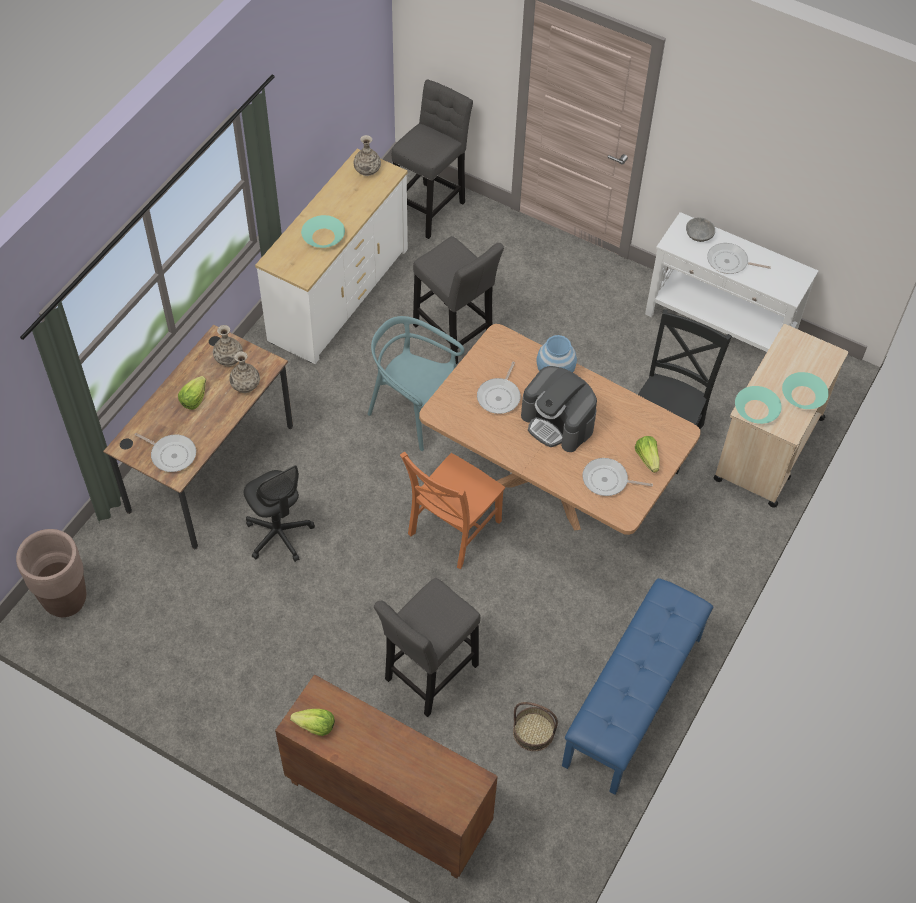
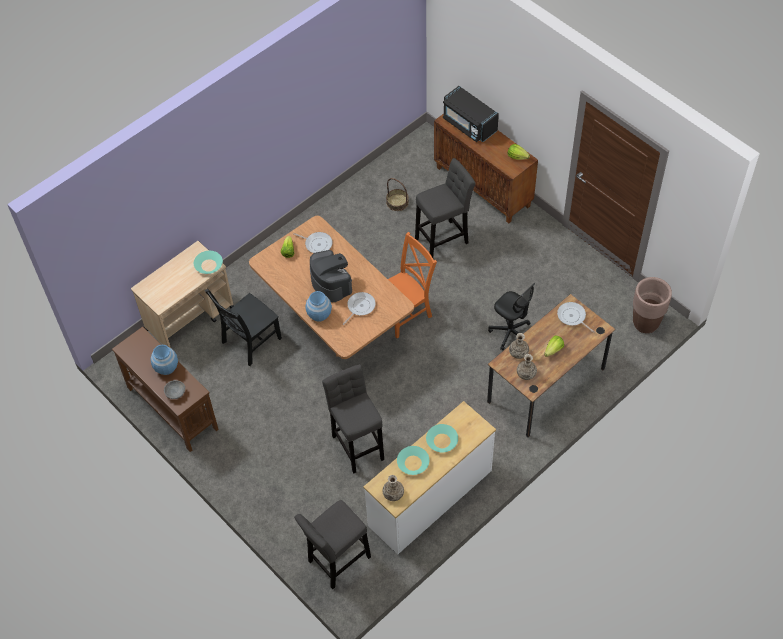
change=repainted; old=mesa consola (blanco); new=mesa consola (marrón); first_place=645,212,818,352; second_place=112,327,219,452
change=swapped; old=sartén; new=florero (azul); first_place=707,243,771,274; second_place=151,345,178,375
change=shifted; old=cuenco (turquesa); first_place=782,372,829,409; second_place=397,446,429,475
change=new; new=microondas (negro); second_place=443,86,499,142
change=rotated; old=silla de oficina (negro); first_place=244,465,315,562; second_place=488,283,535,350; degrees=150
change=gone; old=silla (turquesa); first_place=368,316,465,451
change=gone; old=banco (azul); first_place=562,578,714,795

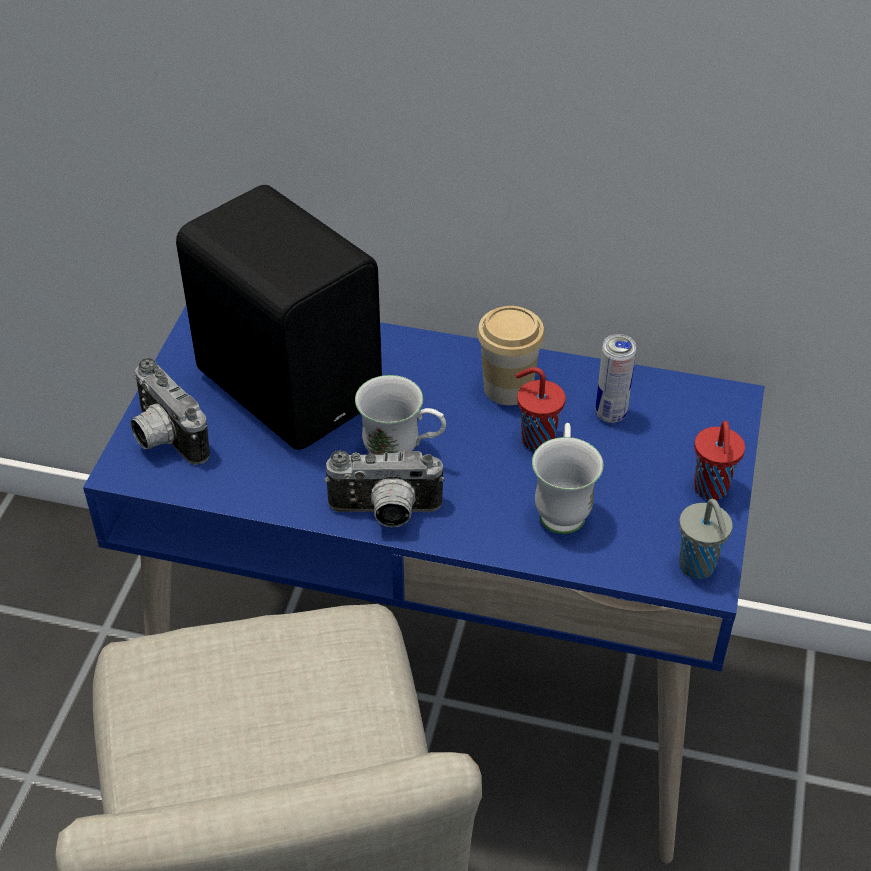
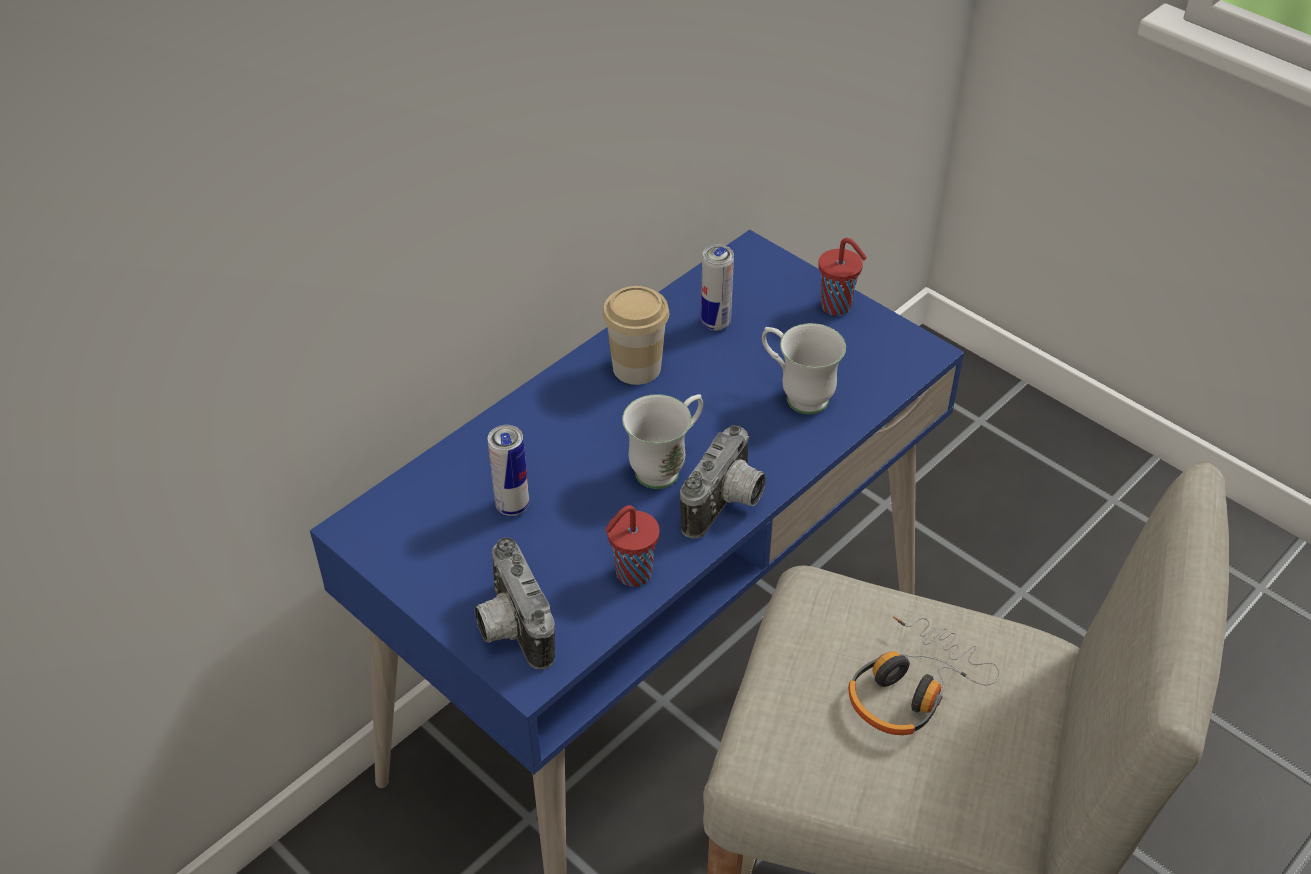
change=rotated; old=cámara; first_place=130,358,210,465; second_place=475,538,555,669; degrees=75
change=swapped; old=altavoz (negro); new=lata; first_place=176,185,382,450; second_place=488,425,529,516
change=shifted; old=taza (rojo); first_place=515,367,566,451; second_place=605,505,660,587
change=new; new=auriculares; second_place=848,616,1000,735
change=gone; old=taza (gris); first_place=679,499,733,579

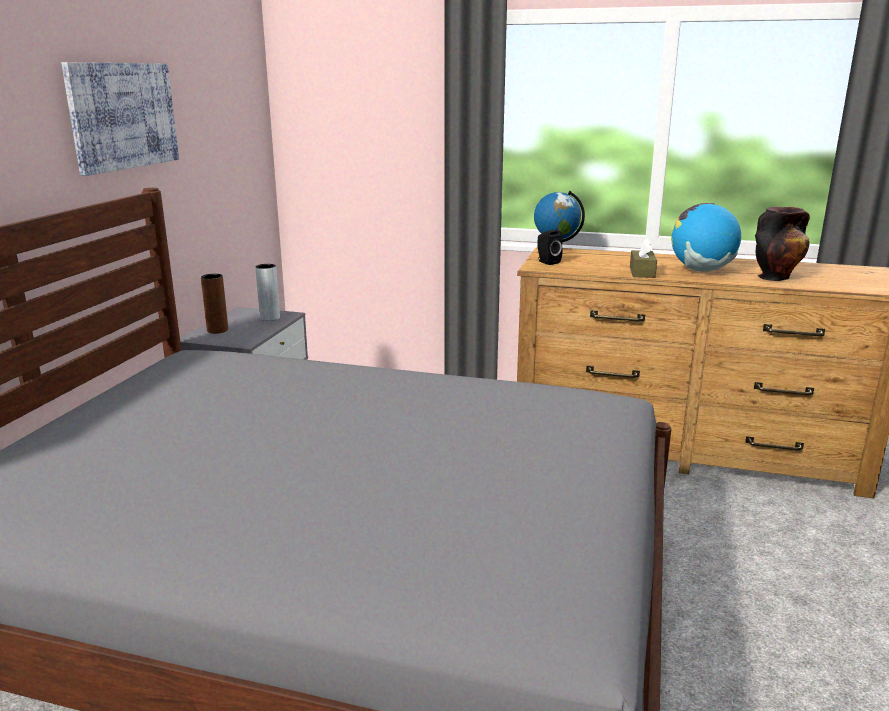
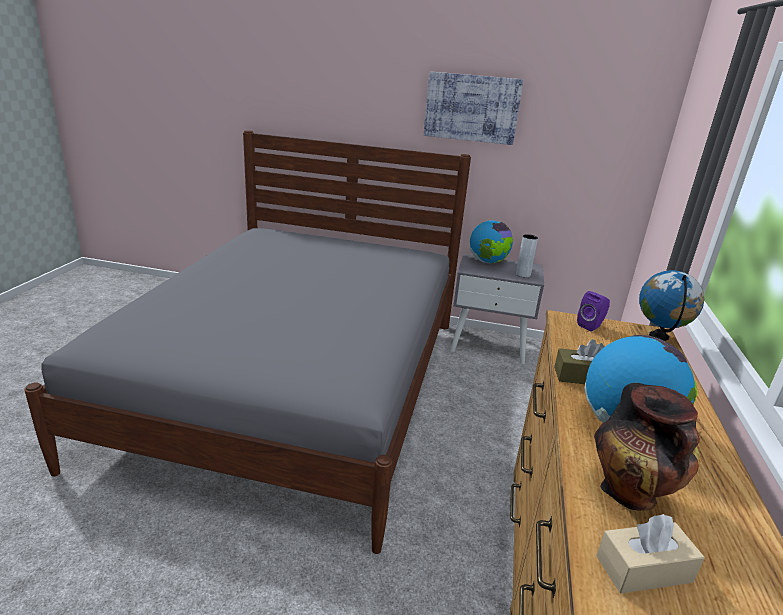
change=swapped; old=florero (marrón); new=globo terráqueo; first_place=201,274,228,334; second_place=470,220,513,263
change=repainted; old=altavoz (negro); new=altavoz (morado); first_place=537,229,563,265; second_place=577,291,610,332
change=new; new=caja de pañuelos (beis); second_place=596,514,705,593

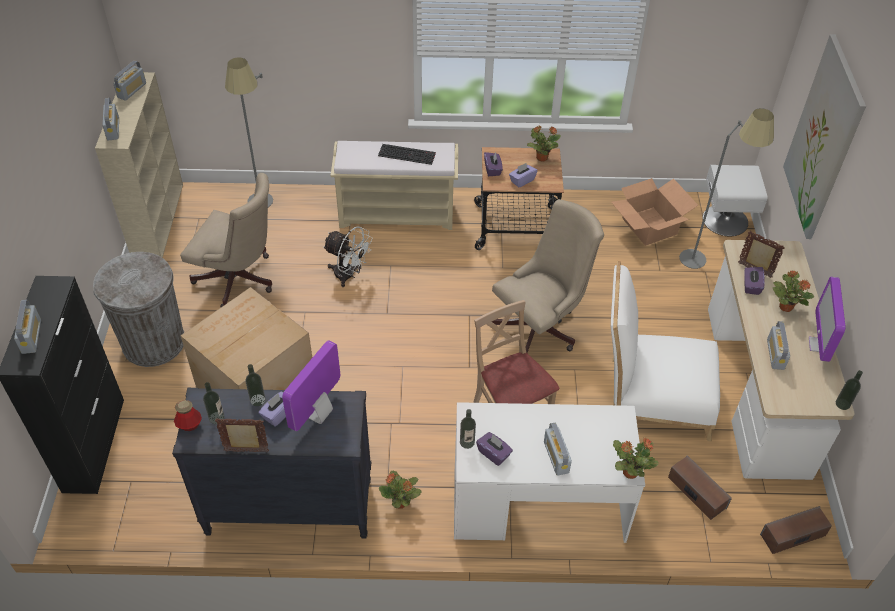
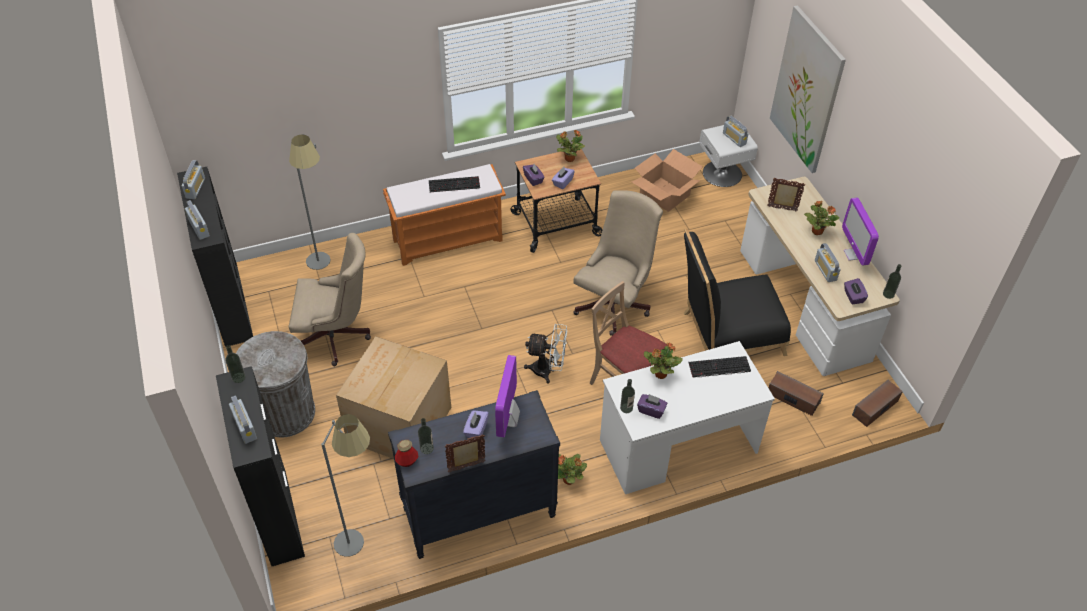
change=repainted; old=estantería (beis); new=estantería (negro); first_place=95,72,183,258; second_place=177,167,253,347
change=shifted; old=botella; first_place=246,364,265,406; second_place=225,345,246,383
change=shifted; old=lámpara de pie (gris); first_place=679,108,774,269; second_place=321,414,370,557
change=repainted; old=banco (beis); new=banco (naranja); first_place=331,141,458,230; second_place=383,164,506,266
change=shifted; old=ventilador (blanco); first_place=323,226,373,287; second_place=524,324,567,383
change=shifted; old=planta en maceta; first_place=613,438,659,479; second_place=644,343,683,379
change=repainted; old=silla (blanco); new=silla (negro); first_place=611,261,720,442; second_place=684,229,791,356
change=new; new=teclado; second_place=688,356,751,378
change=shifted; old=radio; first_place=544,423,572,476; second_place=723,115,749,147
change=shifted; old=caja de pañuelos (morado); first_place=744,267,765,295; second_place=844,278,868,305

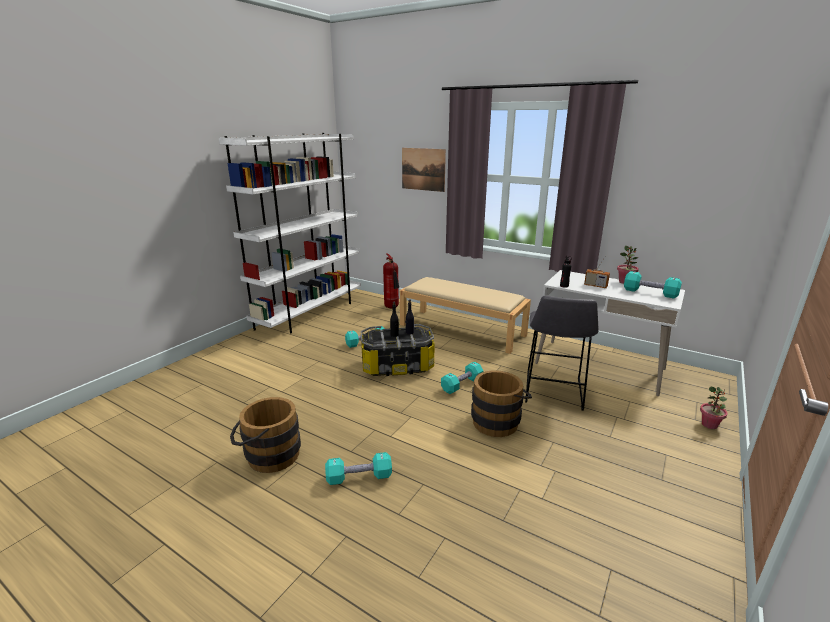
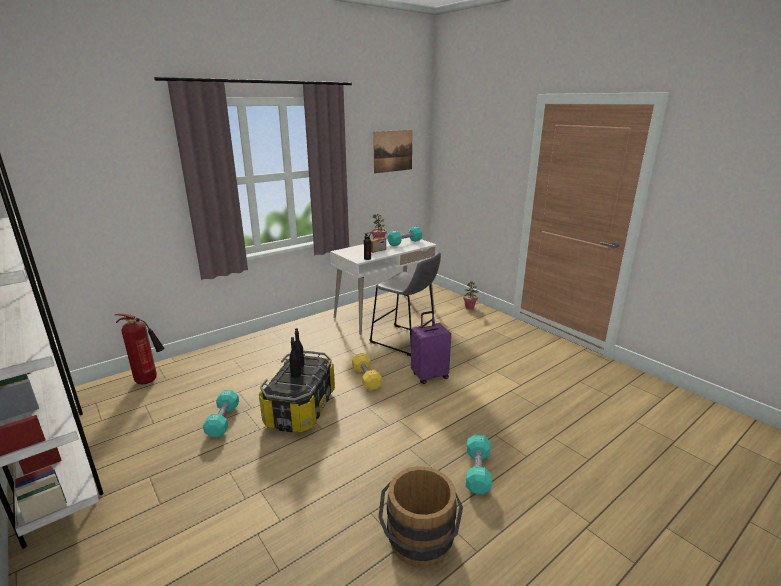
change=repainted; old=mancuerna (turquesa); new=mancuerna (amarillo); first_place=441,362,483,394; second_place=352,353,382,390
change=shifted; old=cuadro; first_place=402,148,446,192; second_place=373,130,413,174
change=swapped; old=cubo (marrón); new=maleta (morado); first_place=471,370,532,437; second_place=411,311,451,384
change=gone; old=banco (beis); first_place=400,277,531,354

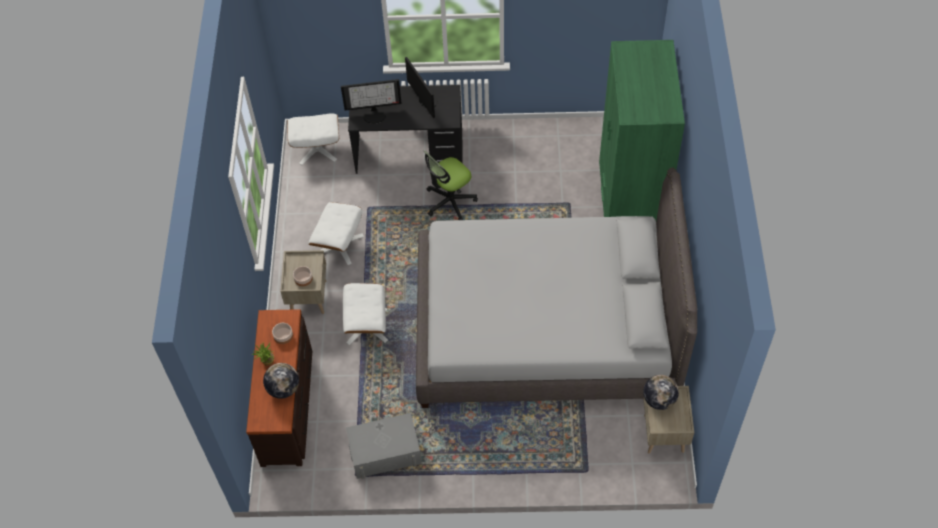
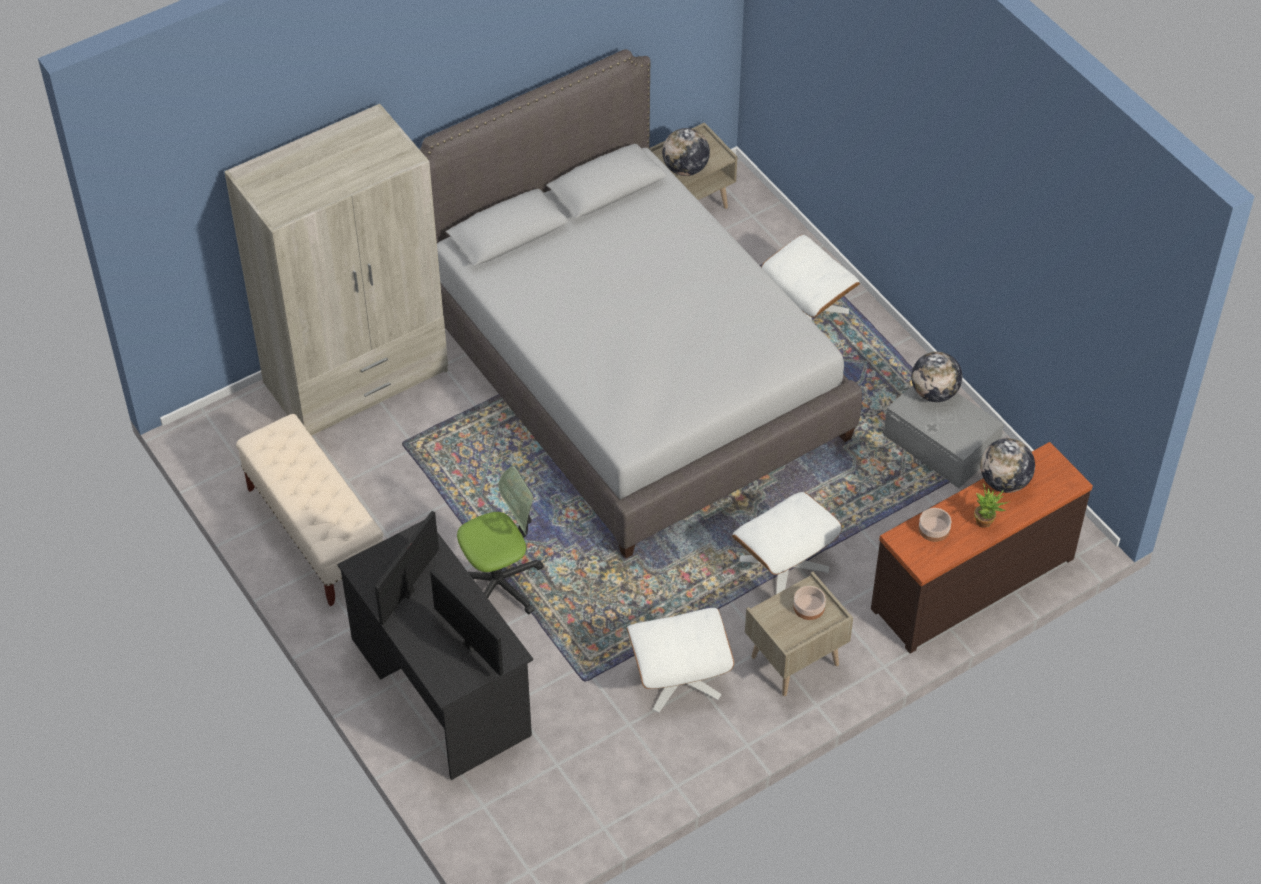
change=repainted; old=armario ropero (verde); new=armario ropero (beis); first_place=599,40,685,220; second_place=224,104,448,436
change=new; new=banco (beis); second_place=236,414,383,606
change=rotated; old=silla de oficina; first_place=424,150,478,220; second_place=457,466,544,614; degrees=-45
change=shifted; old=puf (blanco); first_place=287,113,339,165; second_place=761,235,860,321
change=new; new=globo terráqueo; second_place=911,352,962,402

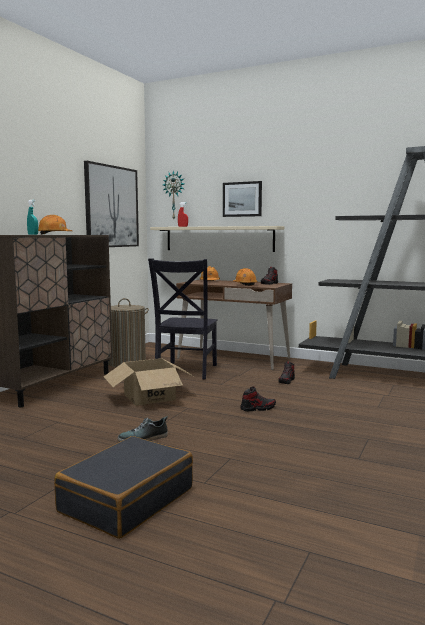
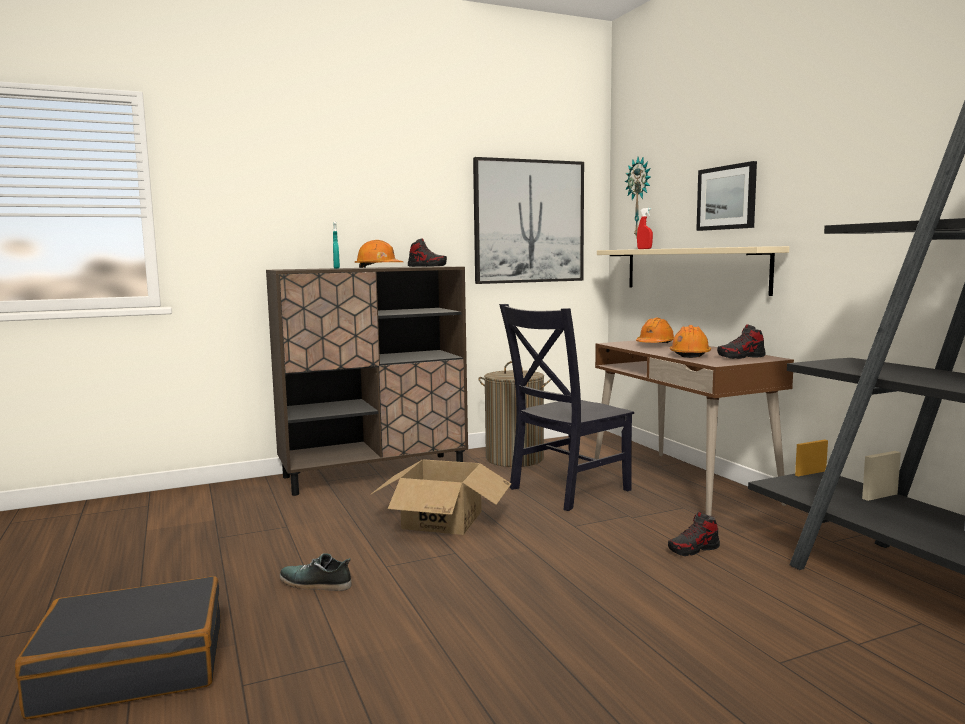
change=shifted; old=zapato; first_place=240,386,276,411; second_place=408,238,447,267

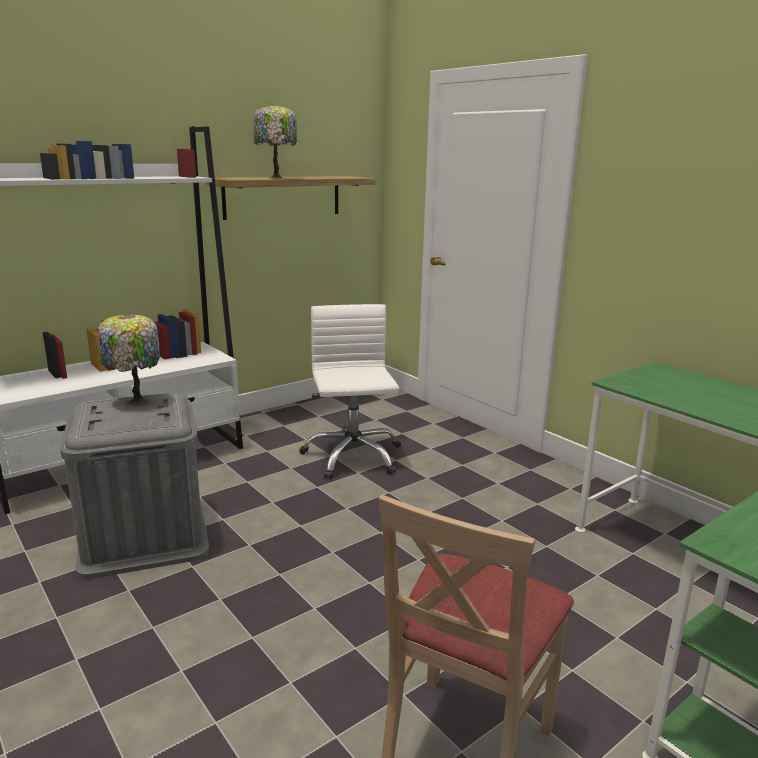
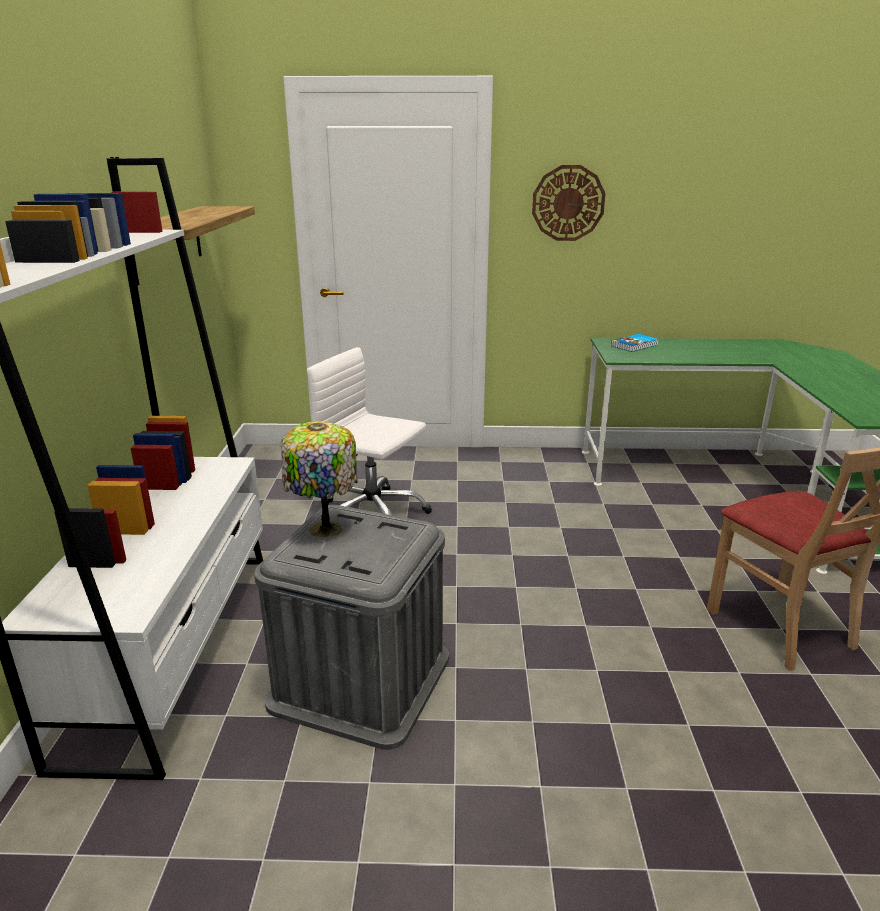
change=new; new=reloj de pared; second_place=532,165,605,241
change=new; new=libro; second_place=611,334,659,352
change=gone; old=lámpara de mesa; first_place=254,104,297,178

